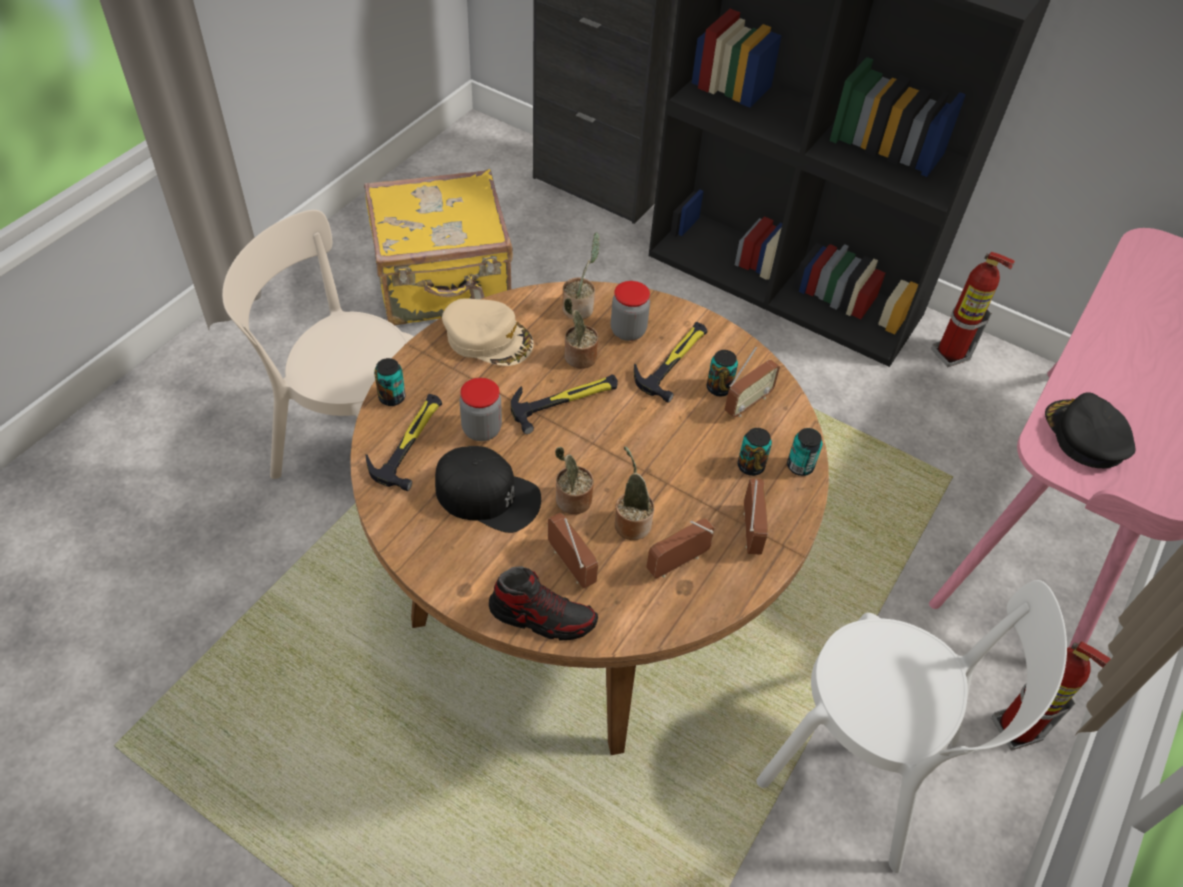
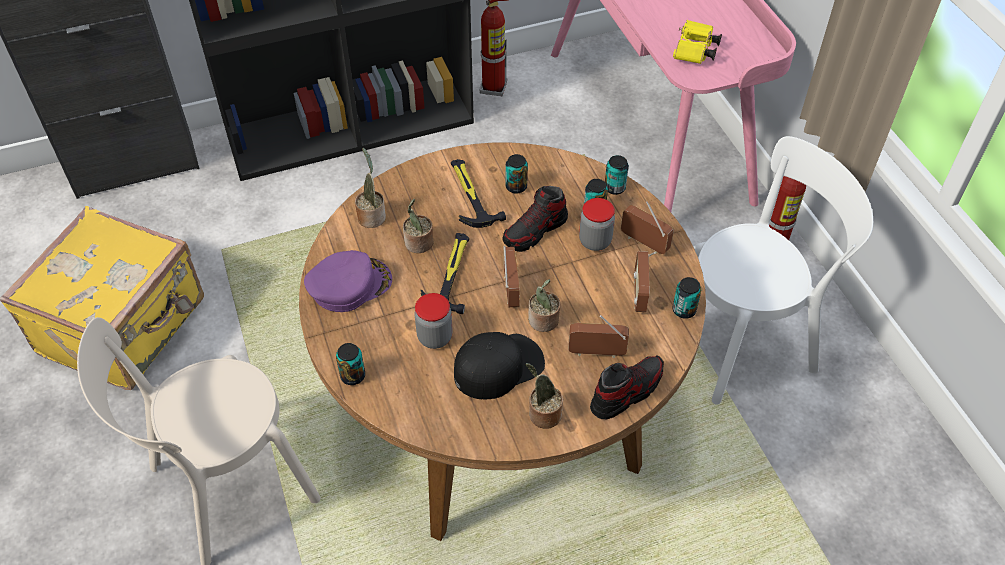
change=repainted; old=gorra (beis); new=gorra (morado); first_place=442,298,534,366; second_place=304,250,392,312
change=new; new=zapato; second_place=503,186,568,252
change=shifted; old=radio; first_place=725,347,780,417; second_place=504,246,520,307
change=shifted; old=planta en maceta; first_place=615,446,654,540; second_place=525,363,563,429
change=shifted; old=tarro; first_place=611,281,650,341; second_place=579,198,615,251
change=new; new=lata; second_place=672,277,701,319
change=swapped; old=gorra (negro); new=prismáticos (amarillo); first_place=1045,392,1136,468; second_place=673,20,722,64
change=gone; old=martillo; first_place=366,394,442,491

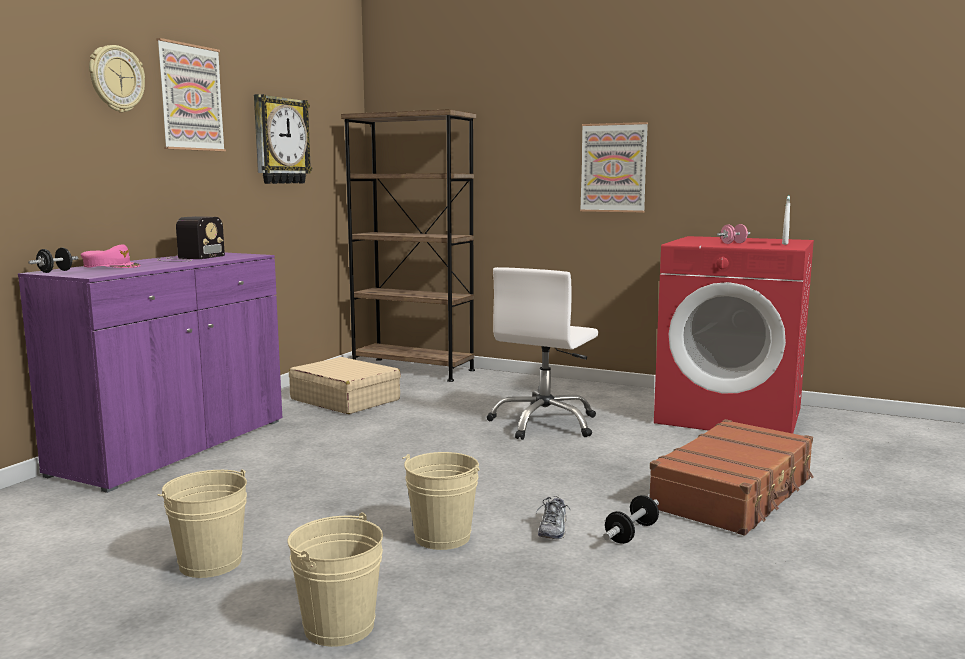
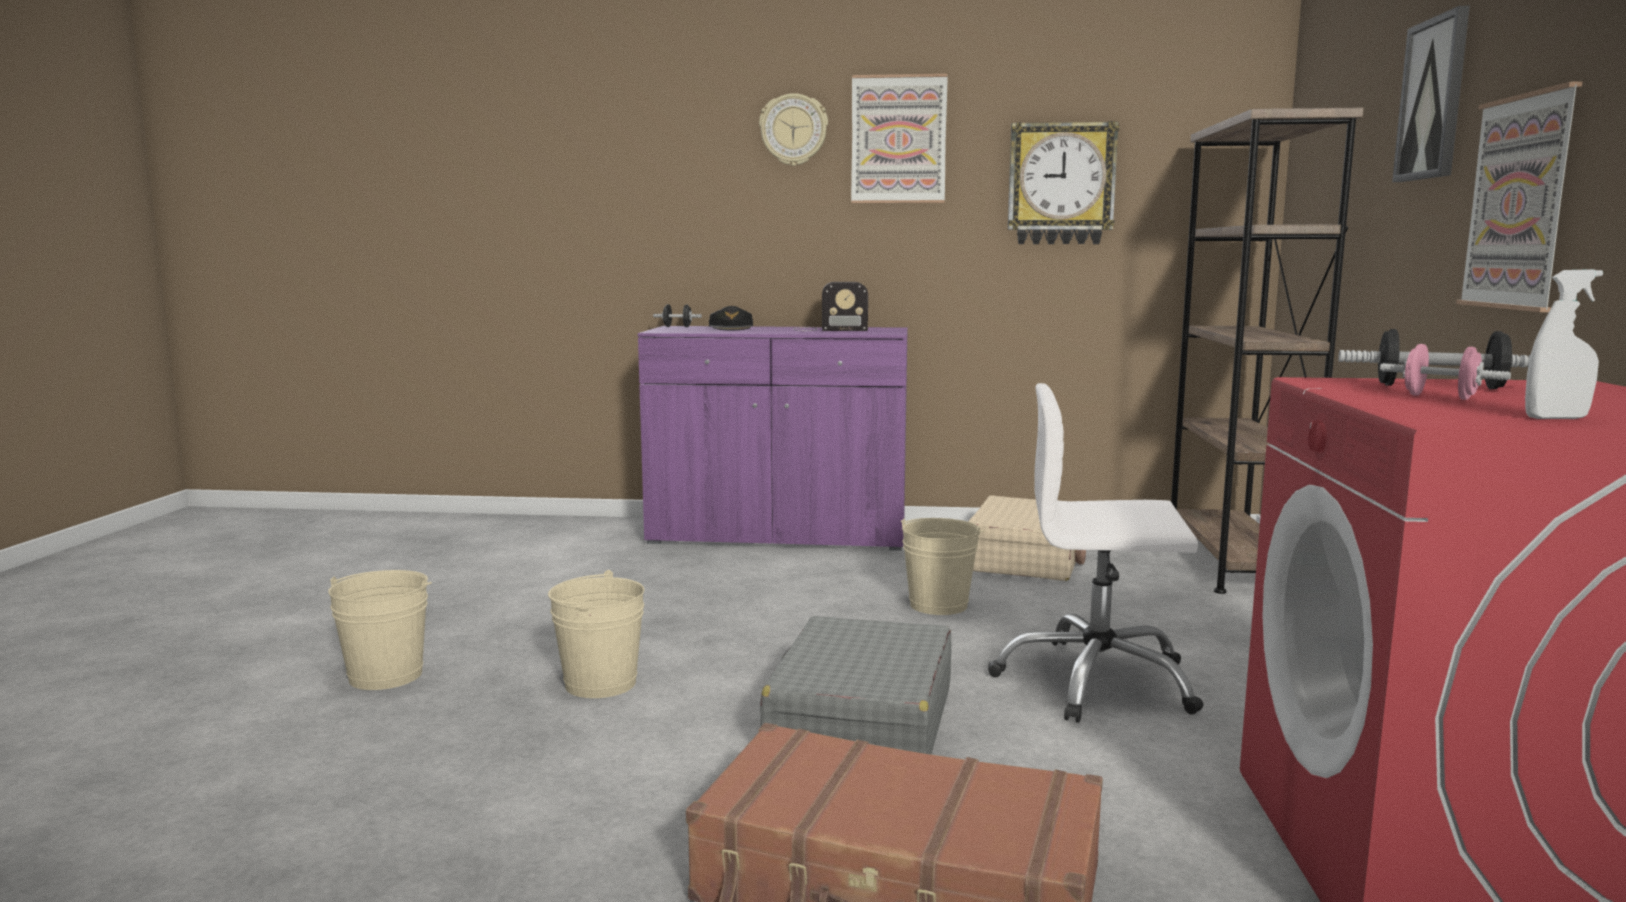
change=repainted; old=gorra (rosa); new=gorra (negro); first_place=81,244,141,268; second_place=709,306,753,331
change=new; new=maleta (gris); second_place=760,616,951,755
change=shifted; old=cubo (beis); first_place=158,469,247,578; second_place=901,518,985,615
change=shifted; old=mancuerna; first_place=603,495,659,544; second_place=1338,329,1530,389
change=new; new=cuadro; second_place=1392,6,1470,182
change=gone; old=zapato; first_place=536,496,571,539

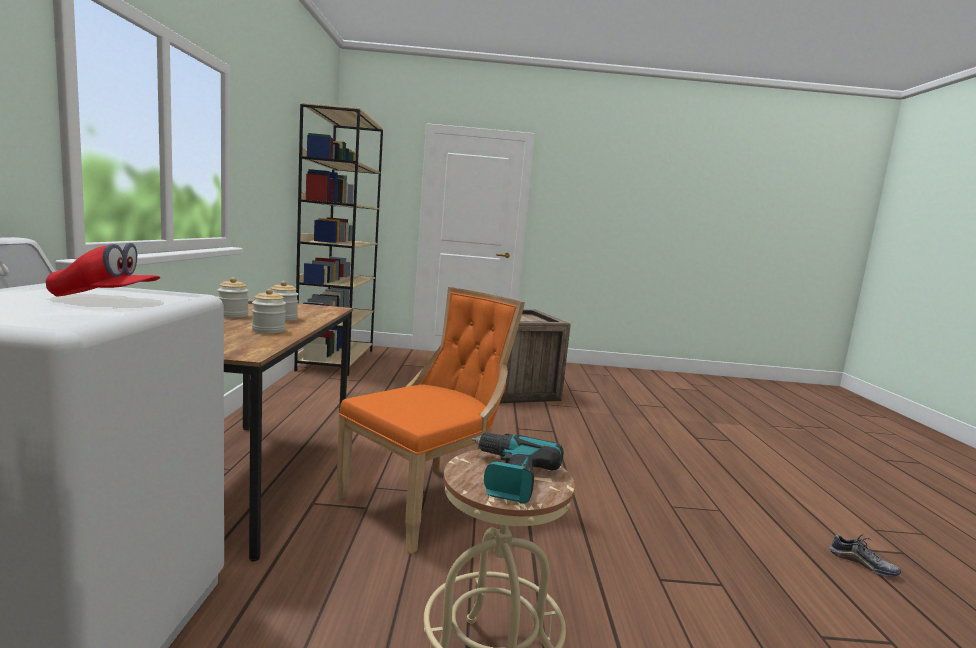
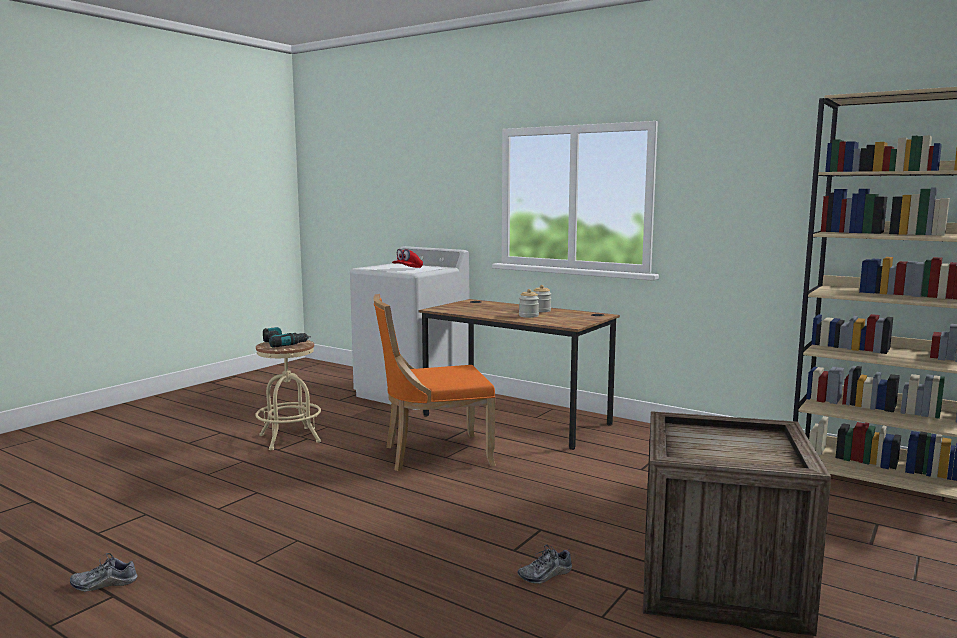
change=rotated; old=silla (naranja); first_place=334,287,525,554; second_place=373,294,496,471; degrees=90
change=new; new=zapato; second_place=517,545,572,584
change=gone; old=tarro; first_place=252,289,286,333

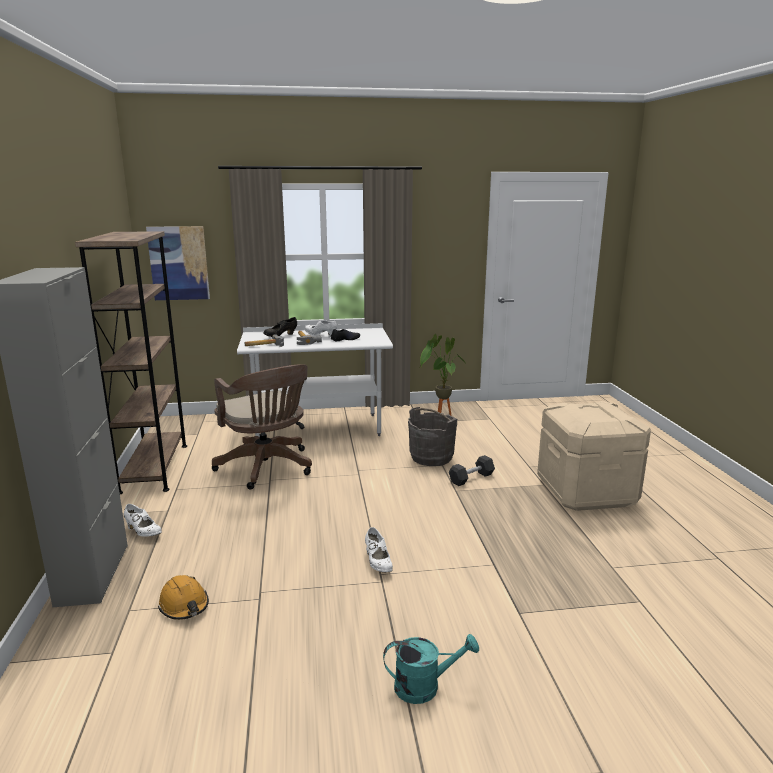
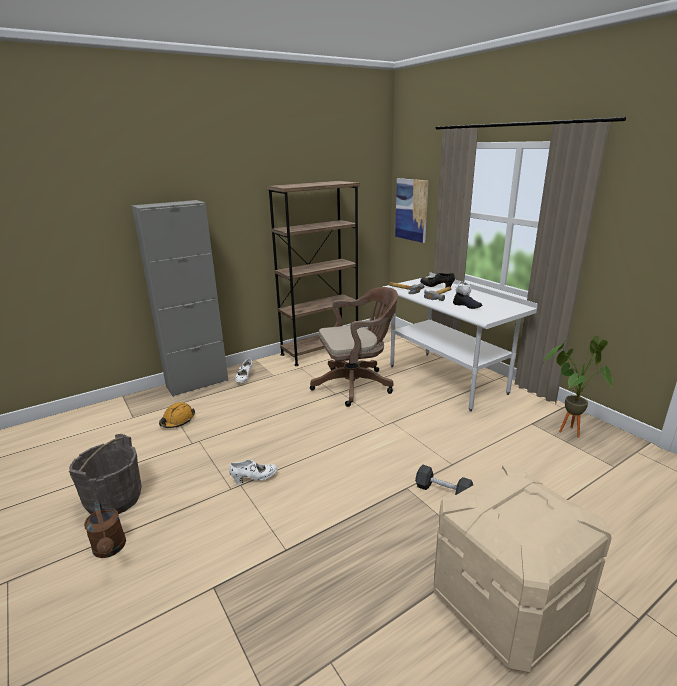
change=shifted; old=cubo (gris); first_place=408,407,457,466; second_place=69,434,142,514
change=repainted; old=regadera (turquesa); new=regadera (marrón); first_place=383,634,479,704; second_place=84,500,126,558
change=rotated; old=zapato (blanco); first_place=365,527,393,573; second_place=229,460,278,484; degrees=-150
change=rotated; old=silla de oficina (marrón); first_place=212,364,312,490; second_place=310,287,398,407; degrees=-135

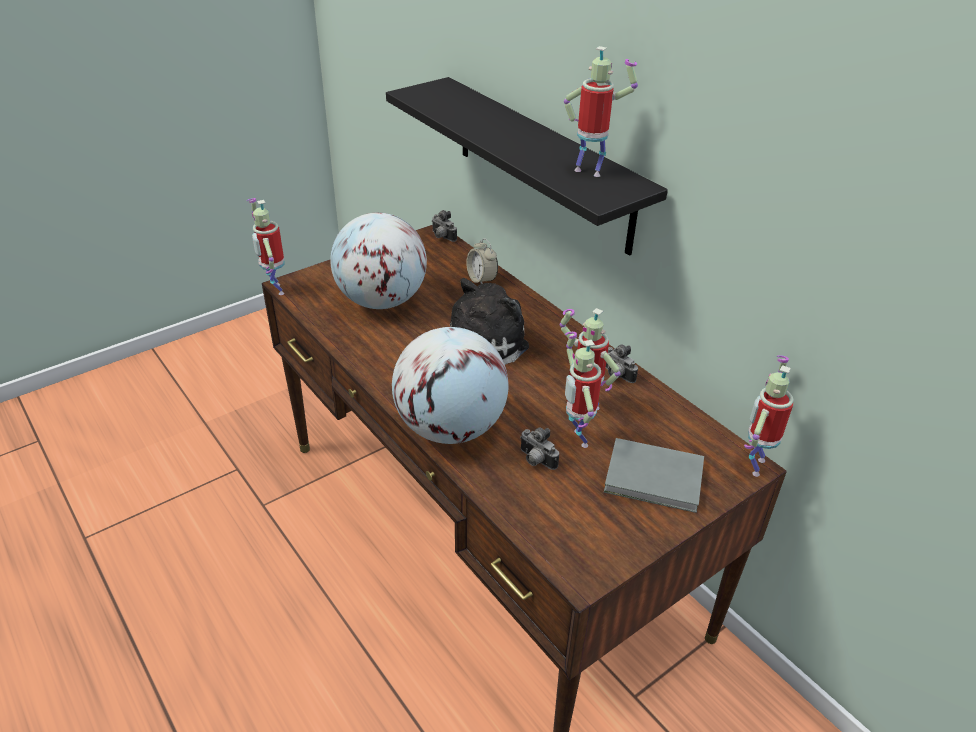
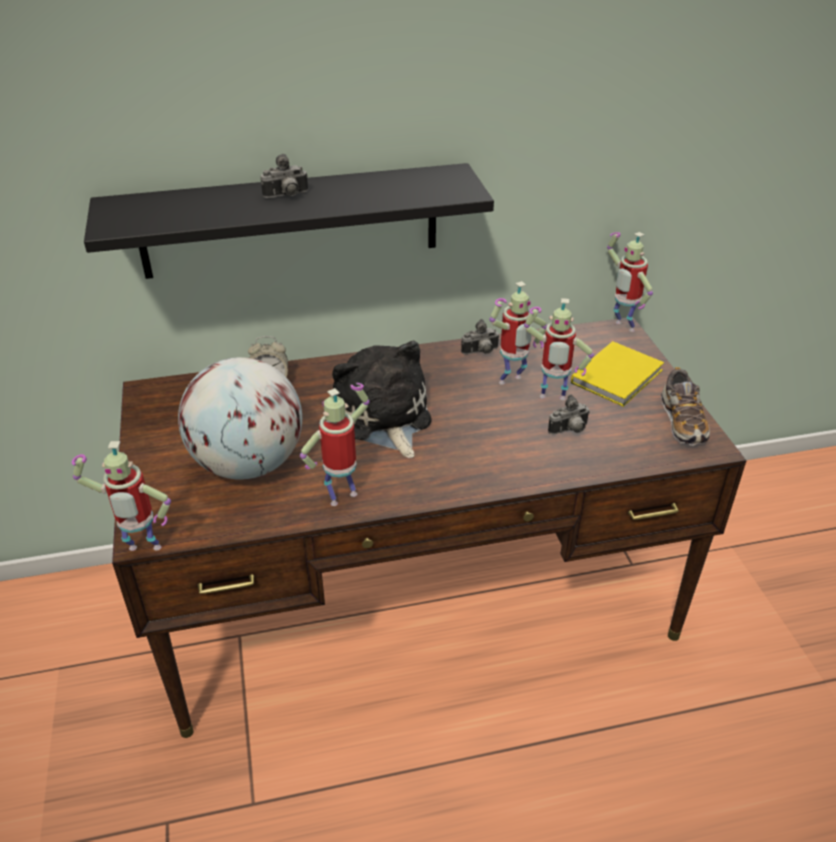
change=shifted; old=cámara; first_place=432,210,457,242; second_place=261,154,308,198
change=shifted; old=robot de juguete; first_place=564,46,638,177; second_place=300,383,370,506
change=repainted; old=libro (gris); new=libro (amarillo); first_place=604,438,704,513; second_place=571,341,664,407
change=new; new=zapato; second_place=661,367,710,446
change=gone; old=globo terráqueo; first_place=392,327,509,444

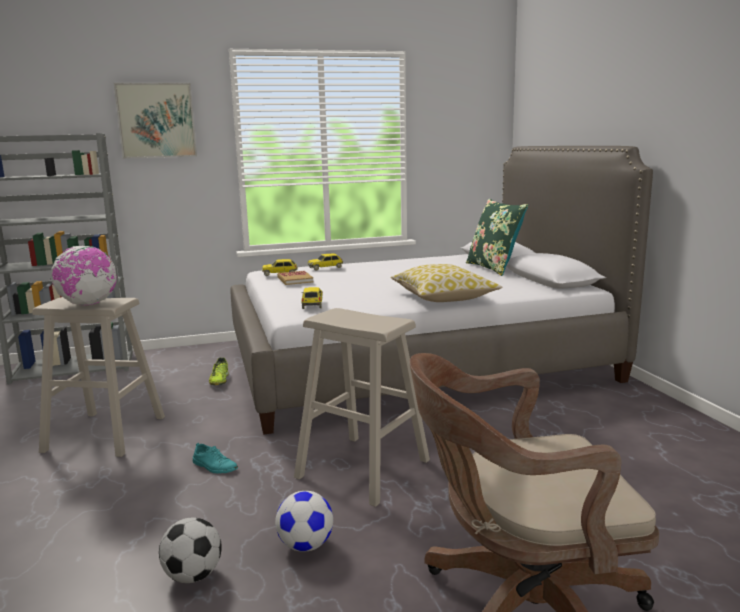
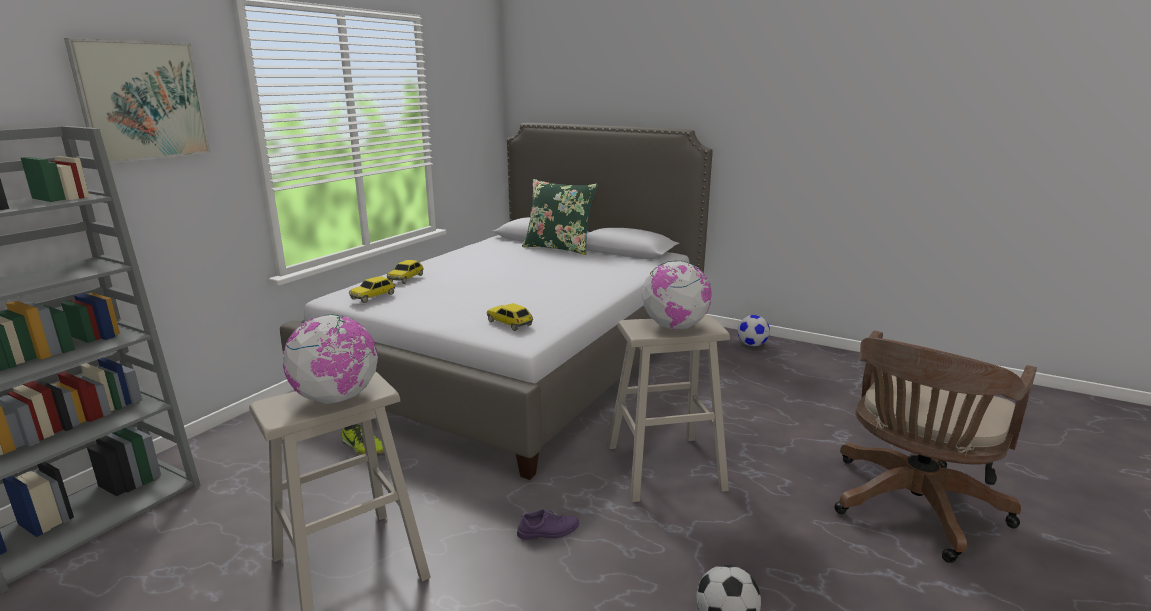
change=repainted; old=zapato (turquesa); new=zapato (morado); first_place=193,443,238,474; second_place=517,509,579,540
change=new; new=globo terráqueo; second_place=642,261,712,330
change=shifted; old=balón de fútbol; first_place=275,491,333,552; second_place=737,315,770,346
change=gone; old=libro; first_place=277,271,313,285
change=gone; old=cojín; first_place=391,264,502,302

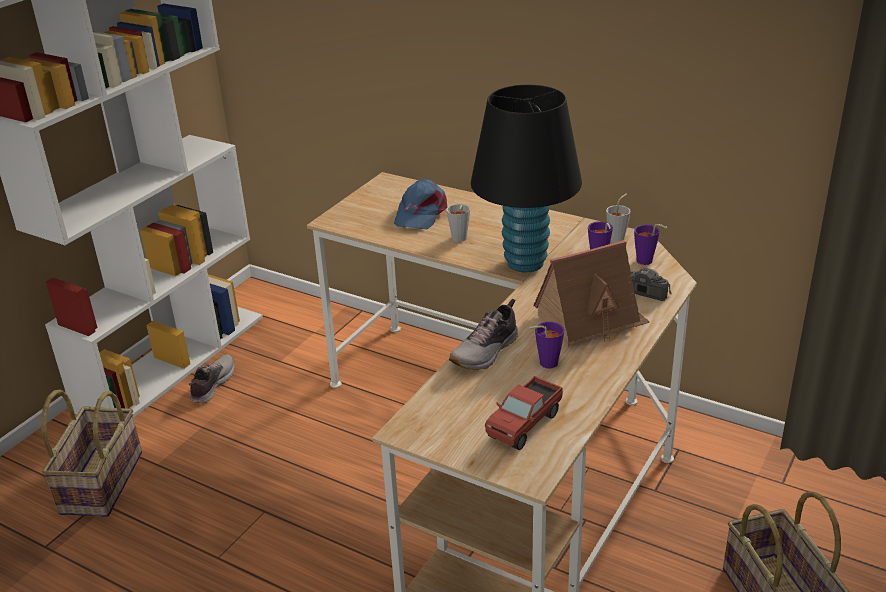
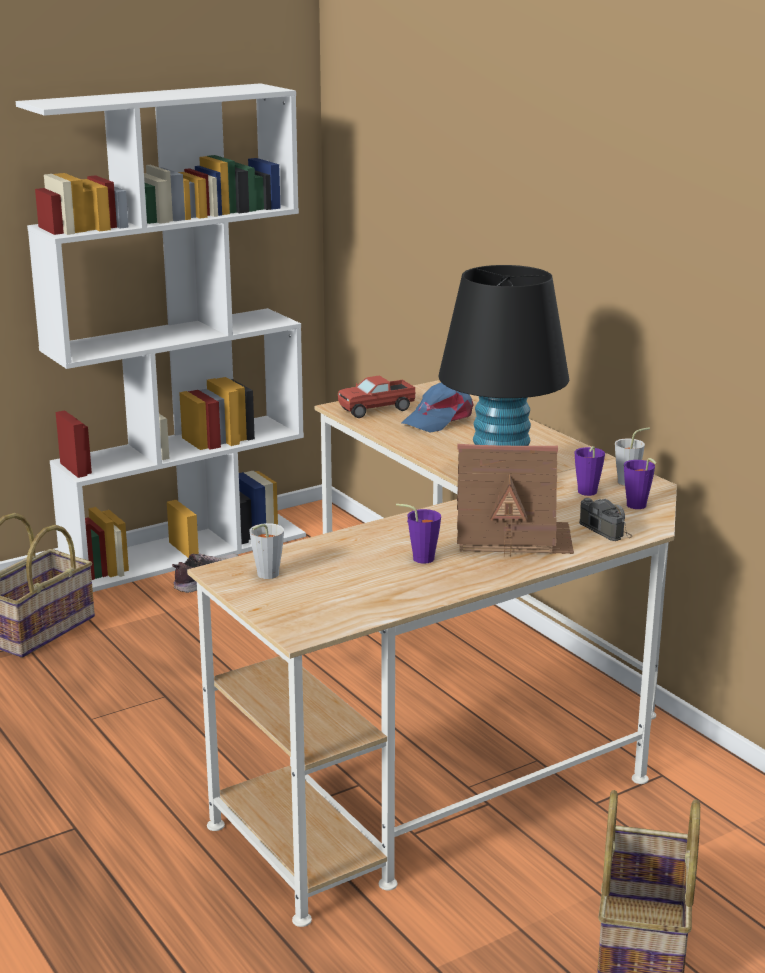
change=shifted; old=taza (gris); first_place=446,204,470,242; second_place=250,523,284,579
change=shifted; old=camión de juguete; first_place=485,376,563,450; second_place=338,375,415,418
change=gone; old=zapato; first_place=449,299,518,370

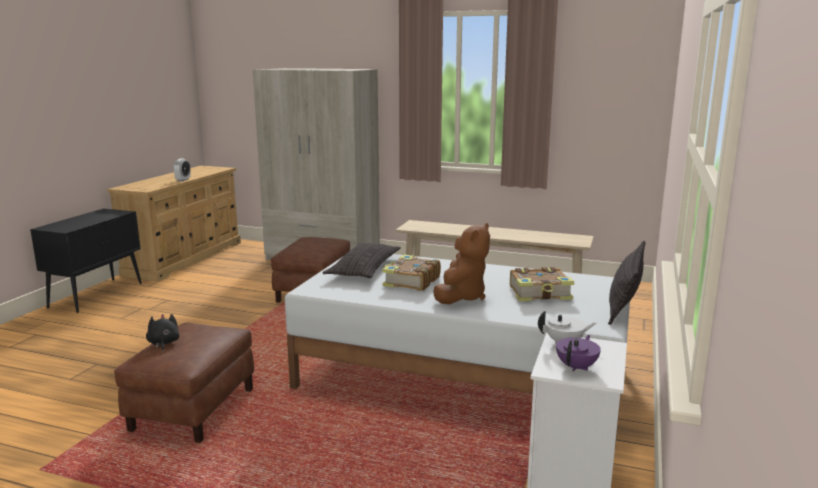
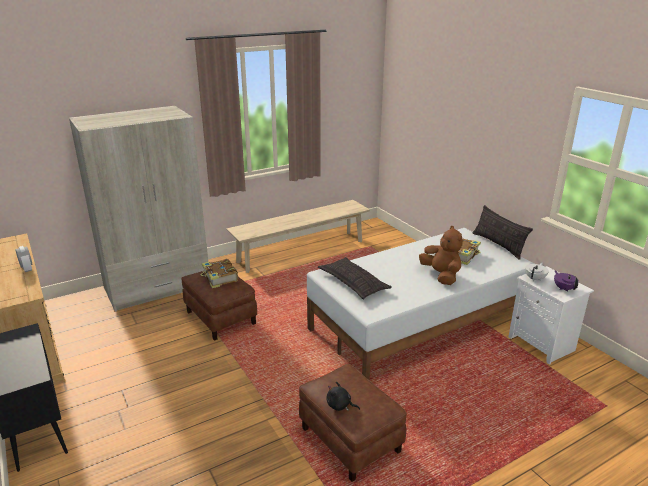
change=shifted; old=libro; first_place=382,255,441,291; second_place=200,259,238,288

